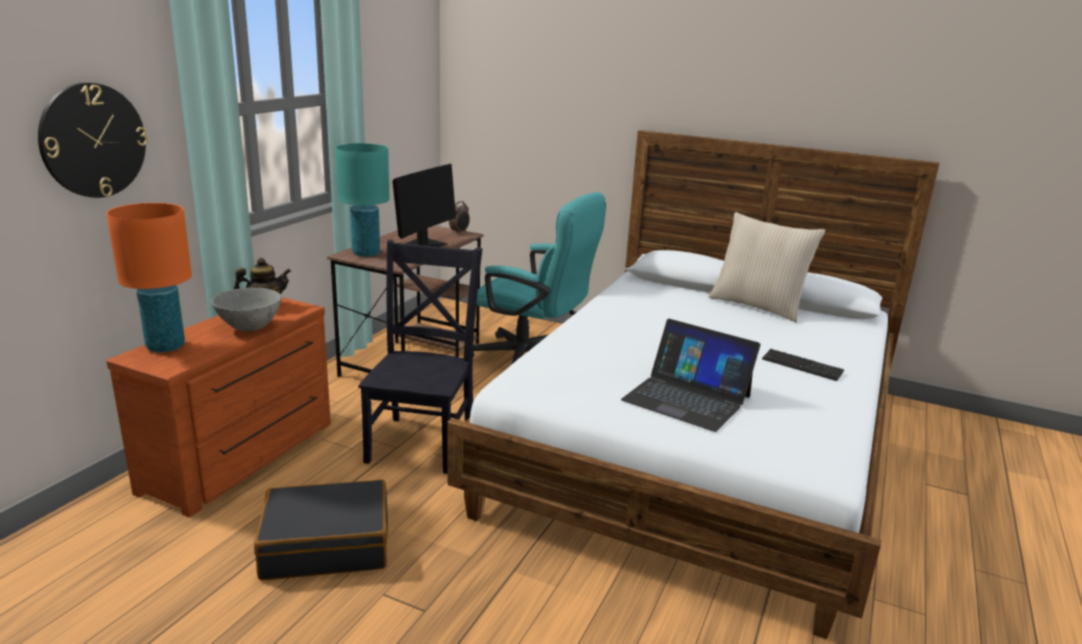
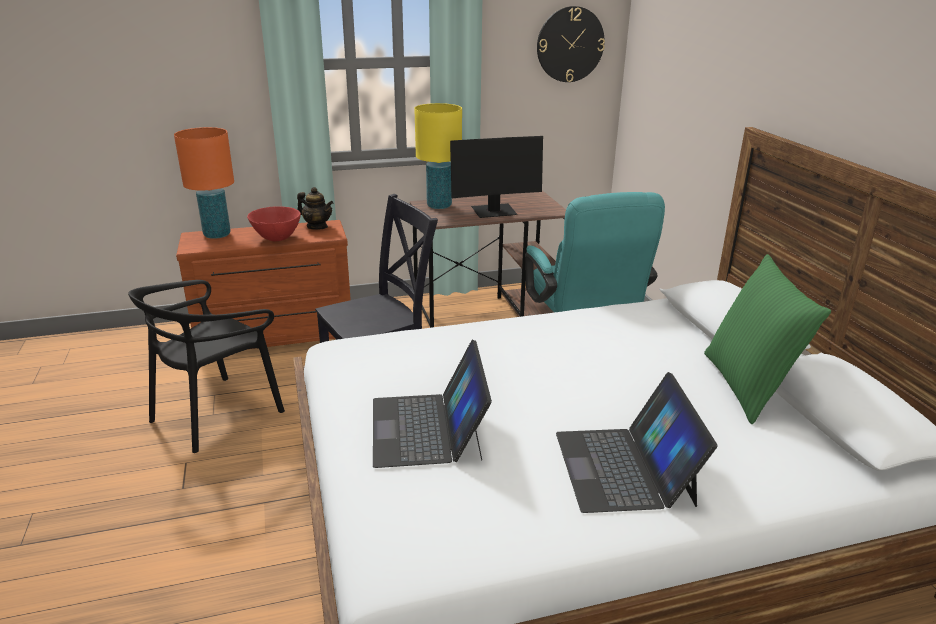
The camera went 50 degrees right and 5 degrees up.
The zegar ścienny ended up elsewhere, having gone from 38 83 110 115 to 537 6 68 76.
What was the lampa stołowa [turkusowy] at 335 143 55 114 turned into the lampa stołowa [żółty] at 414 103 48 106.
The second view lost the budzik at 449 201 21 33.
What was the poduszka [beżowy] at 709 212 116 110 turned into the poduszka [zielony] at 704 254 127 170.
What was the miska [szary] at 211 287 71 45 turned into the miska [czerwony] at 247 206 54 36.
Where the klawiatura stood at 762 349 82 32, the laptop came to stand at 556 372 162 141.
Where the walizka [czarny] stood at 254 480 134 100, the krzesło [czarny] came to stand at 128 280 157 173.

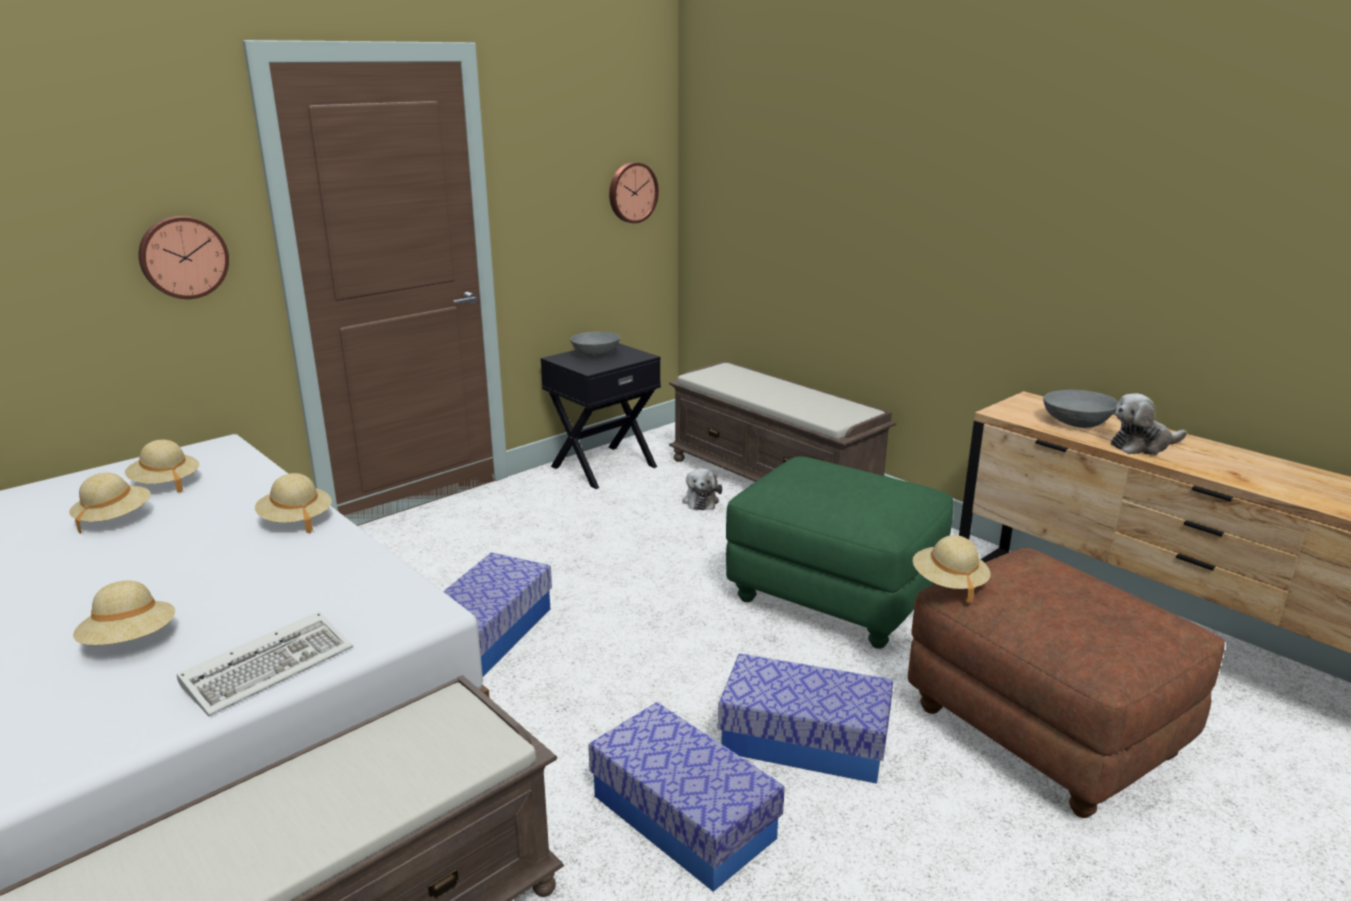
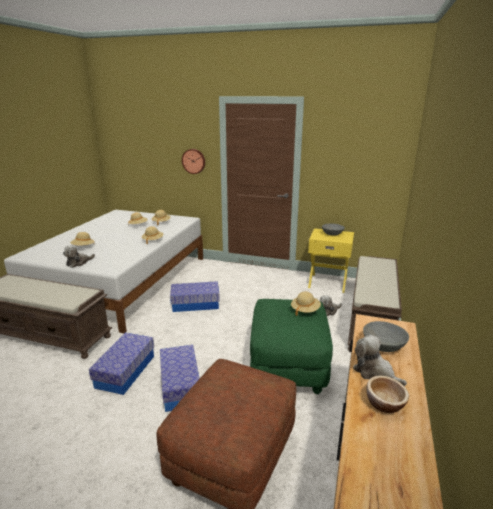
The camera went 60 degrees right and 0 degrees up.
The second view lost the zegar ścienny at 609 162 50 61.
What was the szafka nocna [czarny] at 541 343 120 146 turned into the szafka nocna [żółty] at 308 228 46 65.
The kapelusz [beżowy] ended up elsewhere, having gone from 913 535 78 68 to 291 291 30 25.
Where the klawiatura stood at 177 611 176 105, the pluszak came to stand at 63 245 32 23.
The second view gained the miska at 367 376 42 37.

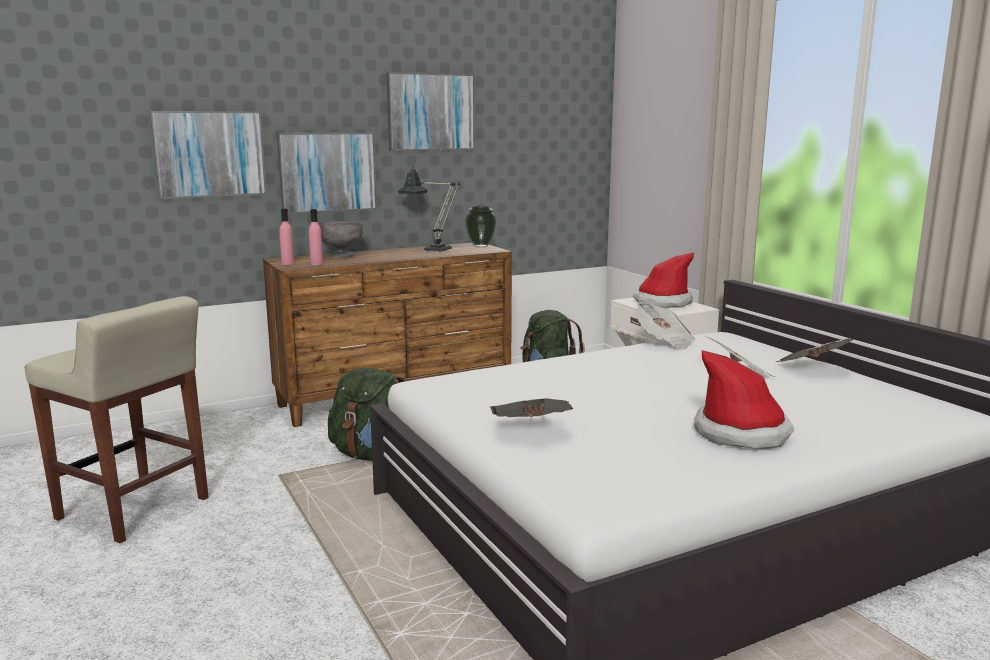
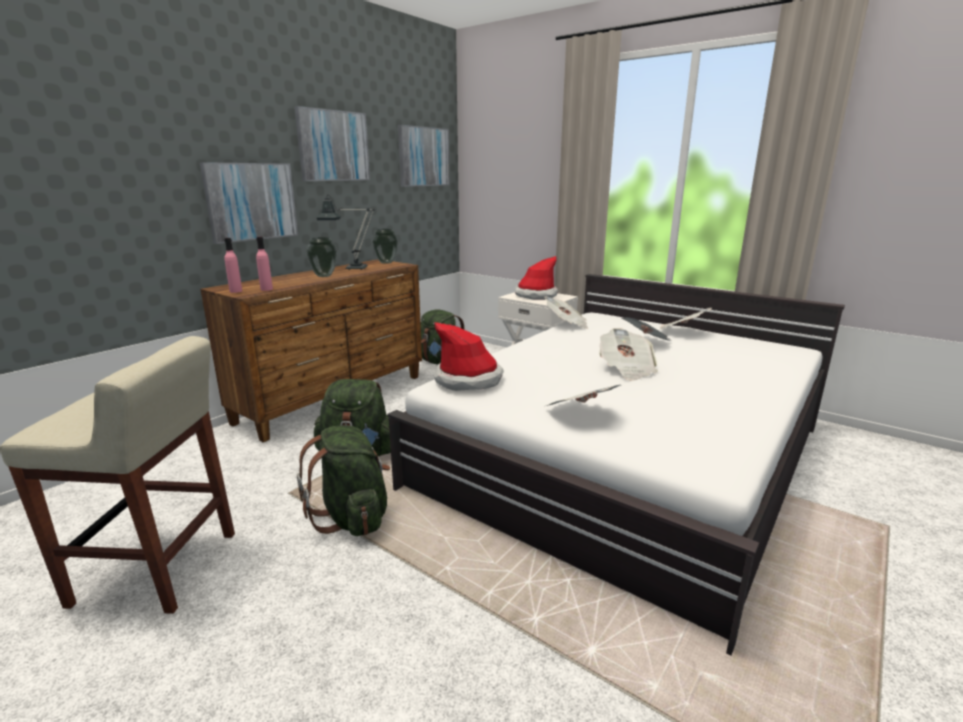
The camera went 25 degrees left and 5 degrees up.
The obraz ended up elsewhere, having gone from 150 111 117 88 to 398 125 52 62.
The second view lost the miska [szary] at 318 221 45 37.
The kapelusz ended up elsewhere, having gone from 694 350 101 99 to 434 322 70 69.
The second view gained the wazon at 306 237 31 40.
The second view gained the gazeta at 599 328 59 53.
The second view gained the plecak [zielony] at 297 425 93 111.

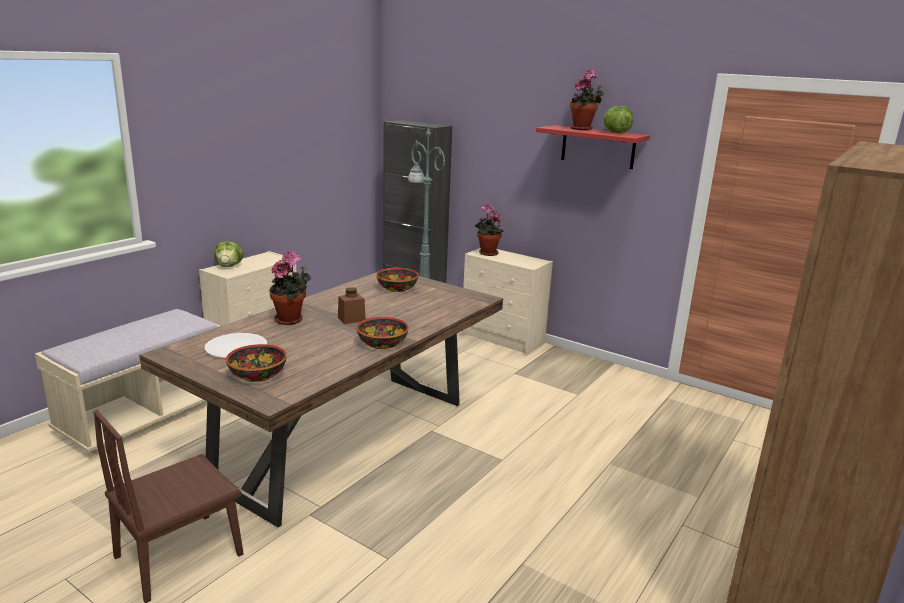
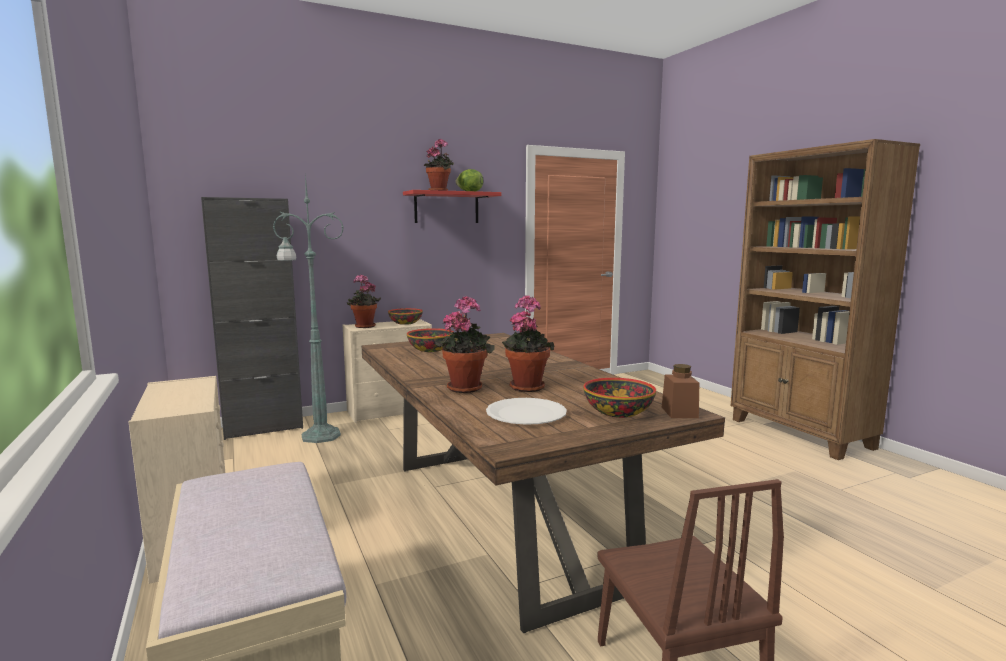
The camera went 60 degrees left and 10 degrees down.
The second view lost the sałata at 214 241 29 26.
The słoik [brązowy] ended up elsewhere, having gone from 338 287 28 37 to 662 364 37 54.
The miska ended up elsewhere, having gone from 356 317 53 32 to 388 308 35 17.
The second view gained the roślina doniczkowa at 502 295 52 97.

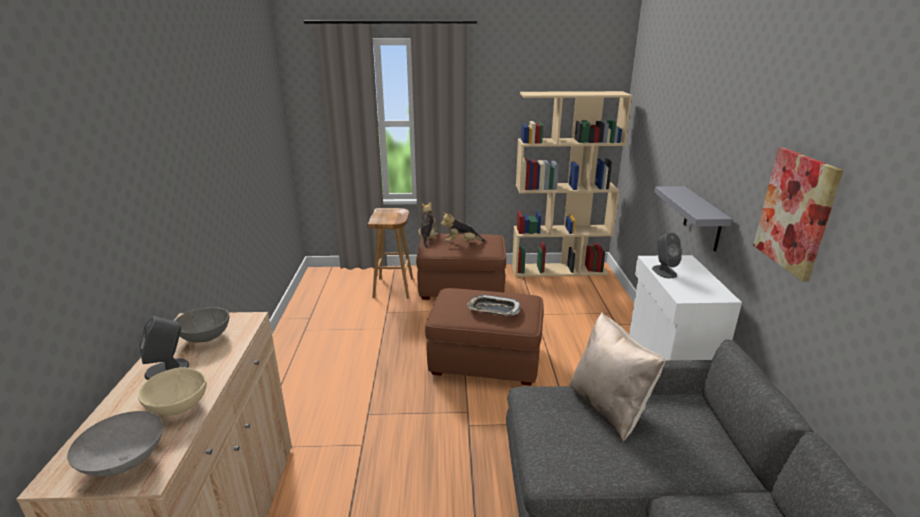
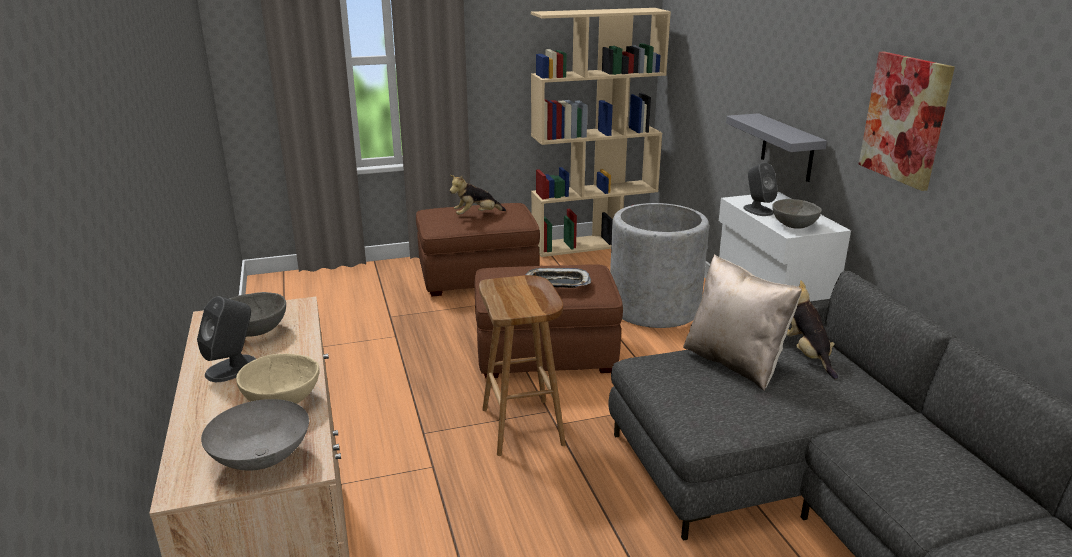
The camera went 15 degrees left and 0 degrees up.
The pluszak ended up elsewhere, having gone from 418 202 20 46 to 787 280 51 99.
The stołek [brązowy] ended up elsewhere, having gone from 367 208 46 91 to 479 275 87 181.
The second view gained the miska [szary] at 772 199 50 30.
The second view gained the donica [szary] at 610 203 99 125.

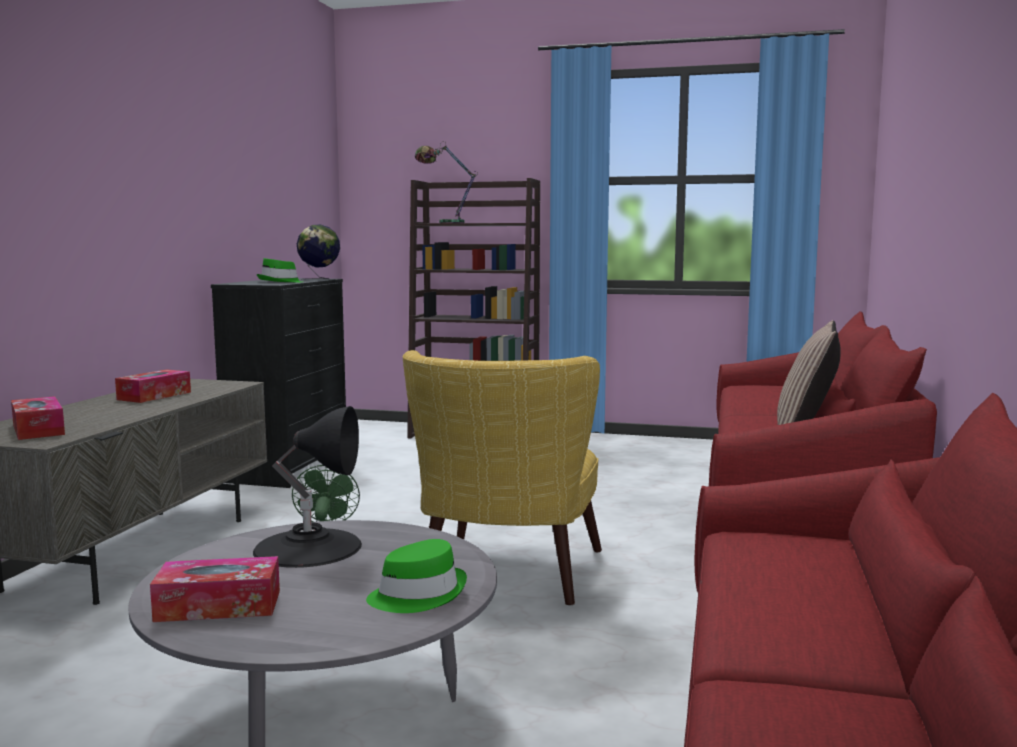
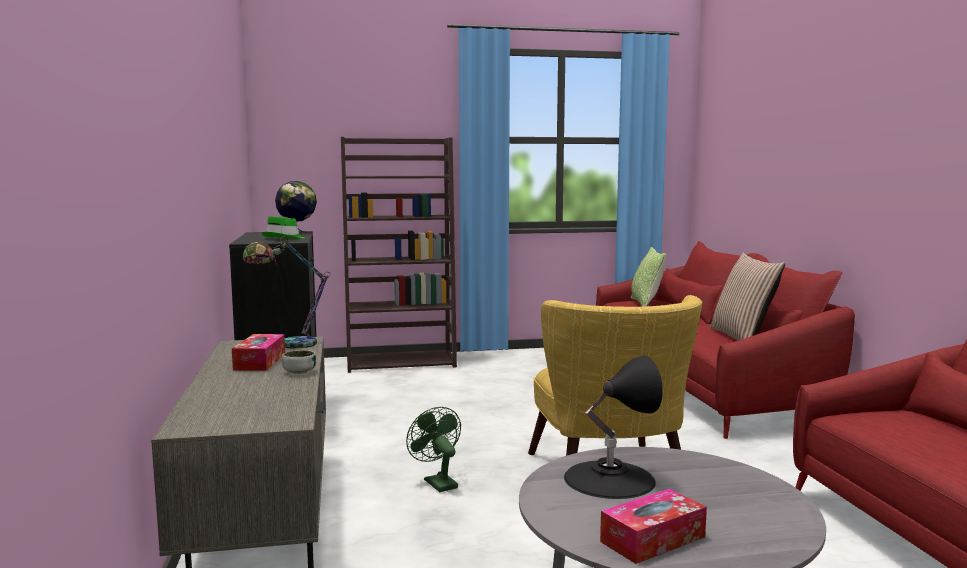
The camera went 25 degrees left and 0 degrees up.
The lampa stołowa ended up elsewhere, having gone from 415 141 63 82 to 243 236 88 113.
The second view lost the pudełko chusteczek at 11 396 54 44.
The second view lost the kapelusz [zielony] at 366 539 101 74.
The second view gained the poduszka at 631 247 35 60.
The second view gained the miska at 282 350 34 24.

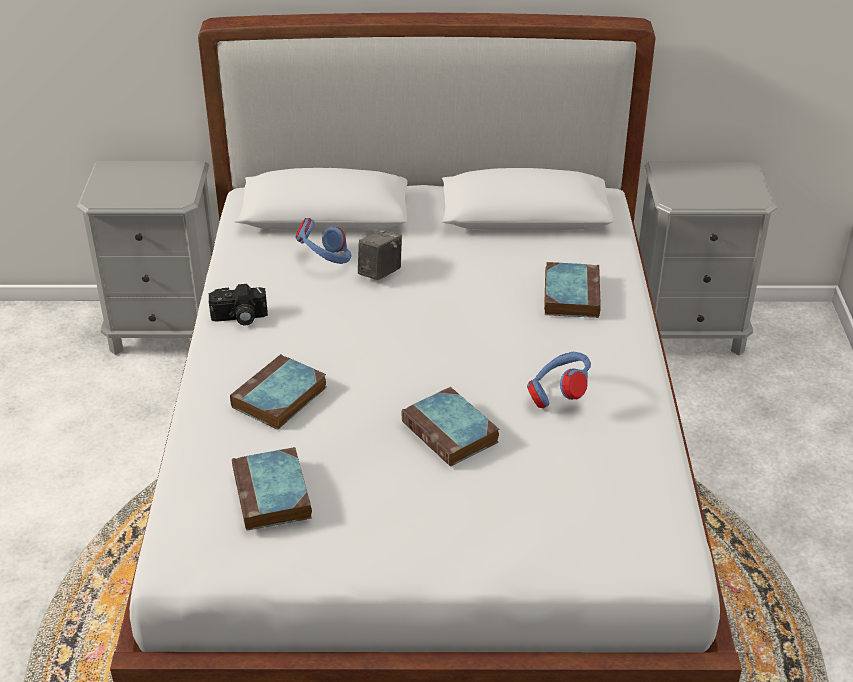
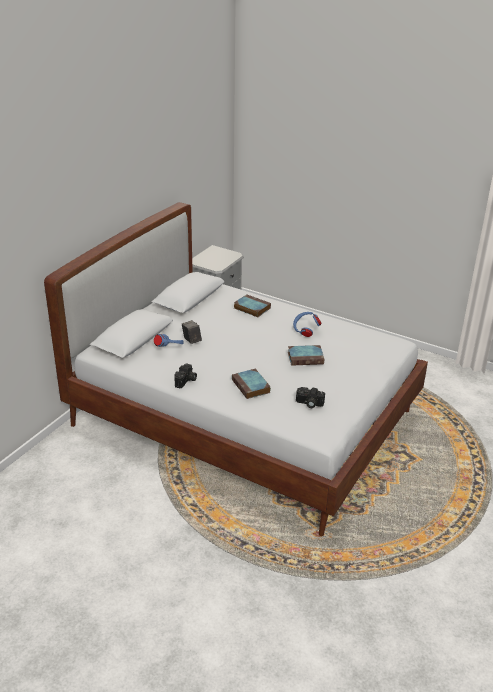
The camera went 60 degrees left and 5 degrees down.
The second view lost the szafka nocna [szary] at 77 161 138 194.
Where the książka stood at 232 447 80 84, the aparat fotograficzny came to stand at 296 387 29 21.

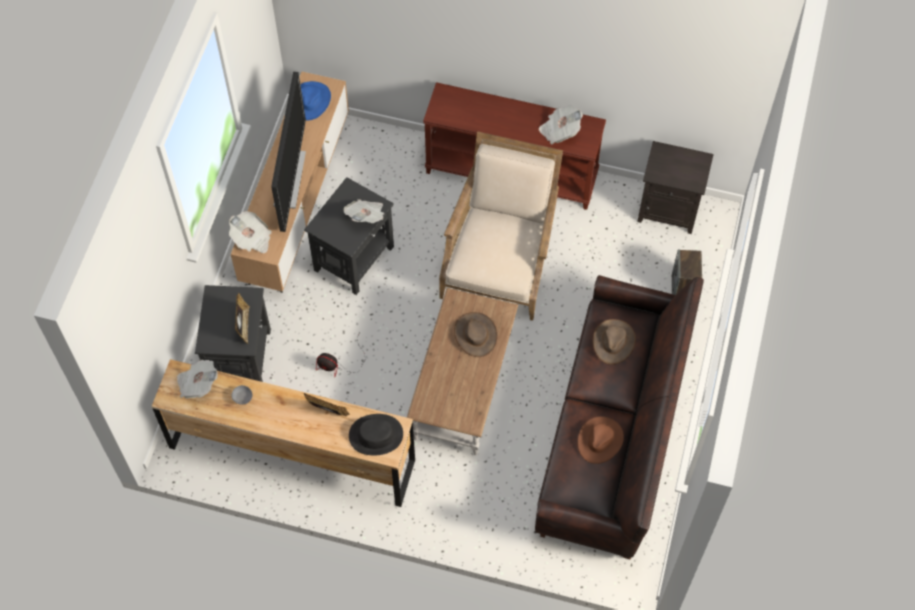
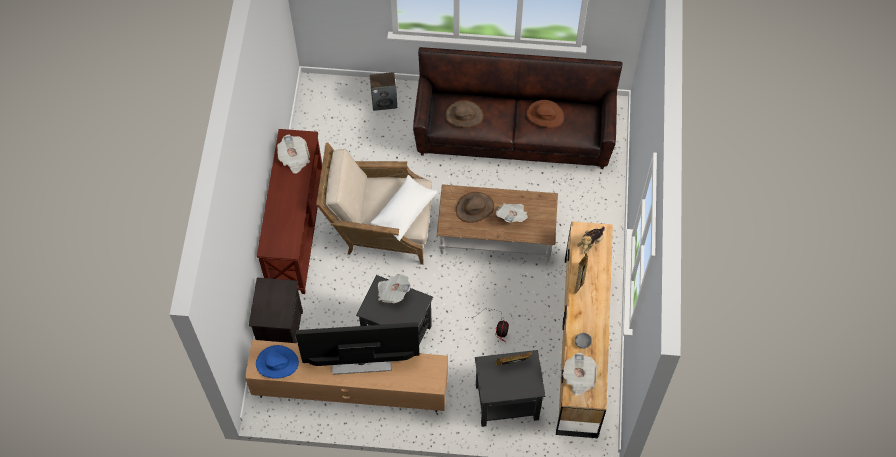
The camera went 100 degrees left and 0 degrees up.
The szafka nocna [czarny] ended up elsewhere, having gone from 637 141 77 93 to 249 278 54 65.
The gazeta ended up elsewhere, having gone from 229 211 43 42 to 496 203 32 19.
Where the kapelusz [czarny] stood at 349 414 54 41, the pluszak came to stand at 577 226 28 28.
The second view gained the poduszka [biały] at 370 175 67 66.

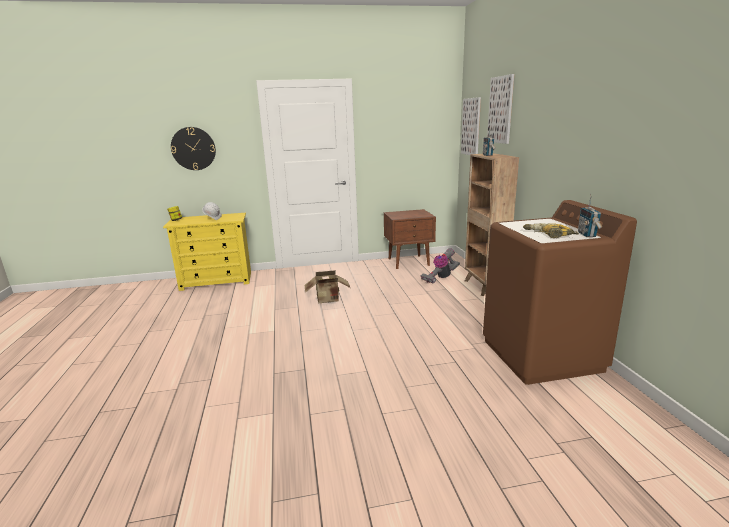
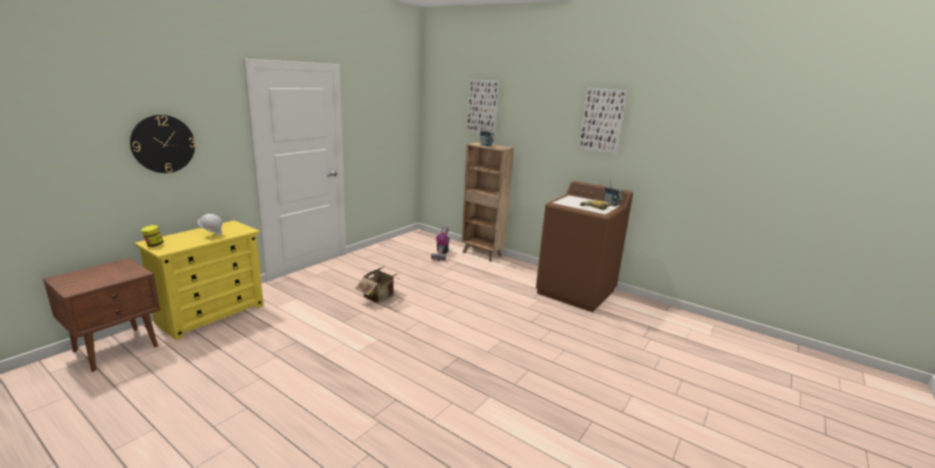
The camera went 45 degrees left and 0 degrees up.
The obraz ended up elsewhere, having gone from 461 97 20 58 to 579 88 49 66.
The szafka nocna [brązowy] ended up elsewhere, having gone from 384 209 52 60 to 43 258 117 114.

